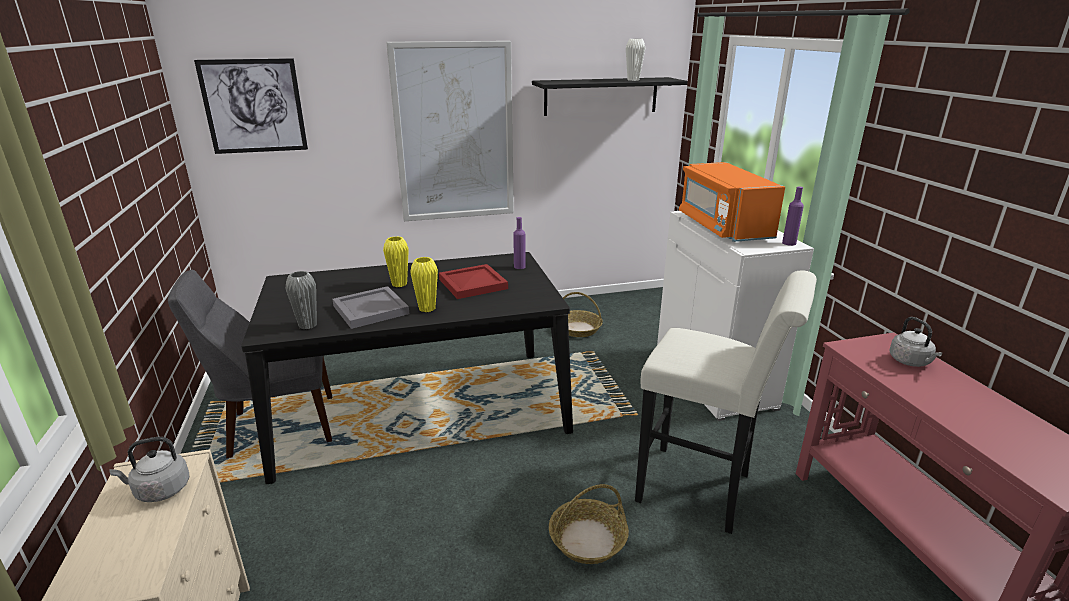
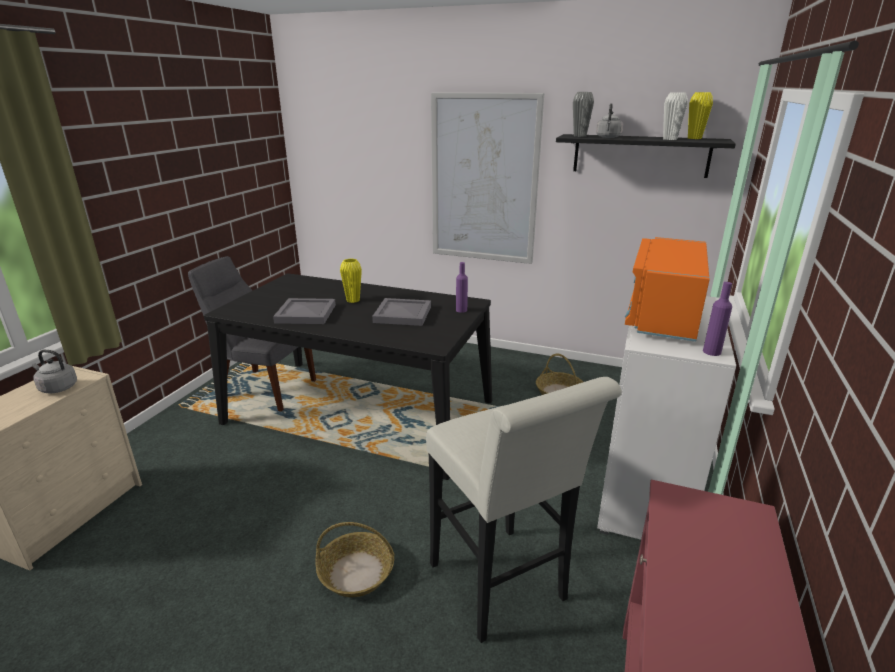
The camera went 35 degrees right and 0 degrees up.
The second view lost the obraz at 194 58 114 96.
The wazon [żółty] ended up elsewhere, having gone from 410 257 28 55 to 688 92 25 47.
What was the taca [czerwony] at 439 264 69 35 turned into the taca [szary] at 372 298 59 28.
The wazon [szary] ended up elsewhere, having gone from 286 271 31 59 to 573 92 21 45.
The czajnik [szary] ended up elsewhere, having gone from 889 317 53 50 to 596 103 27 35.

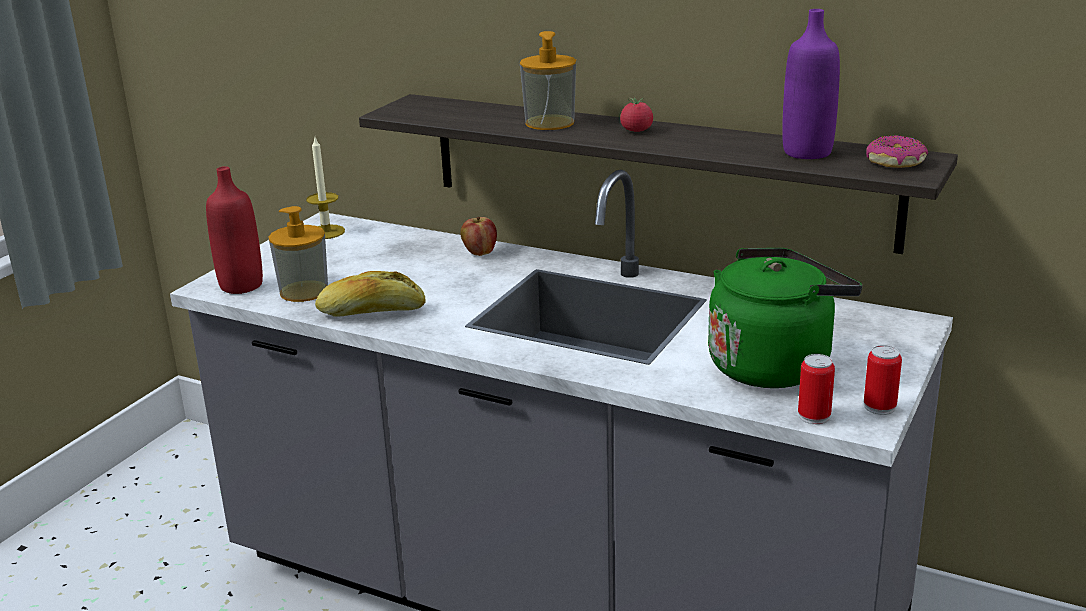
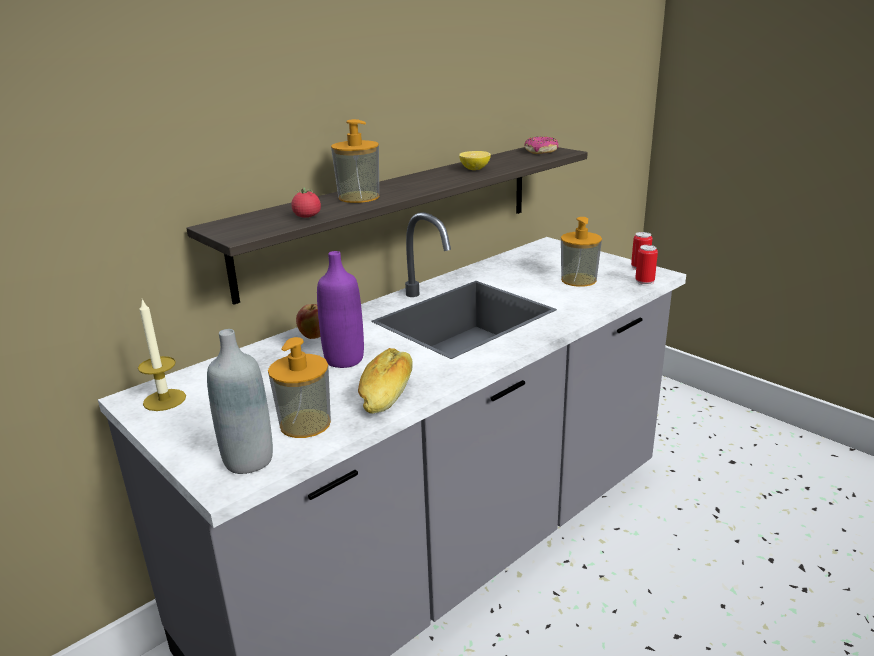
The camera went 70 degrees left and 0 degrees up.
The butelka [fioletowy] ended up elsewhere, having gone from 782 9 58 150 to 317 251 47 117.
The pomidor ended up elsewhere, having gone from 620 97 33 35 to 291 187 30 31.
What was the butelka [czerwony] at 206 166 57 128 turned into the butelka [szary] at 207 329 66 145.
Where the czajnik [zielony] stood at 708 248 154 140, the dozownik mydła came to stand at 561 217 41 70.
The second view gained the cytryna at 459 151 32 19.

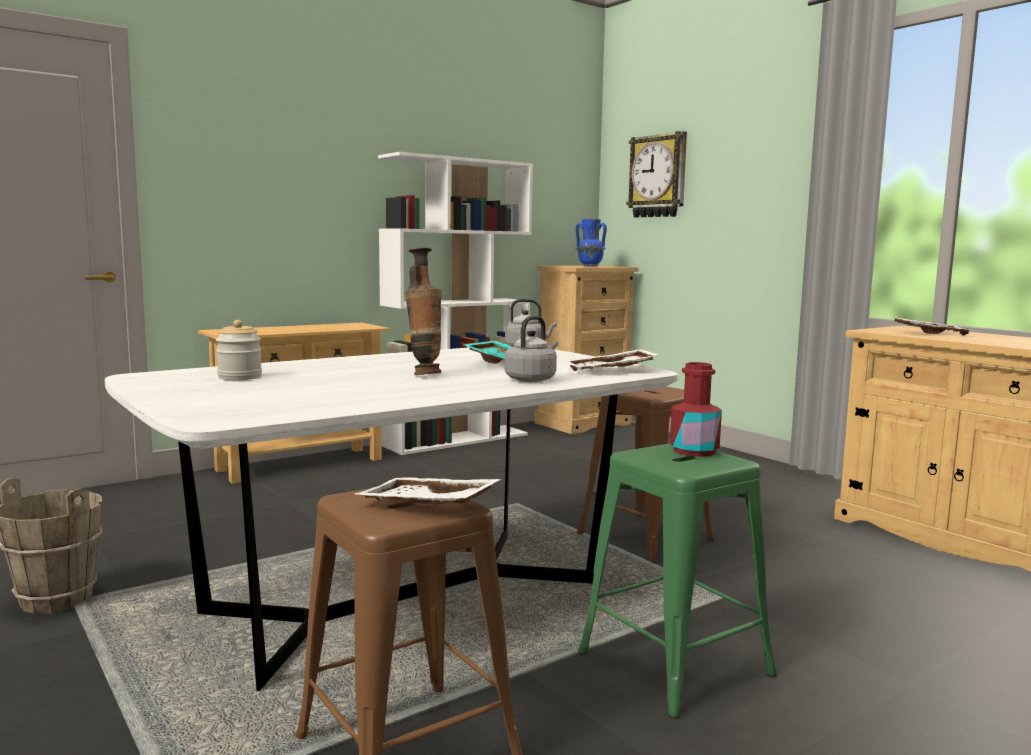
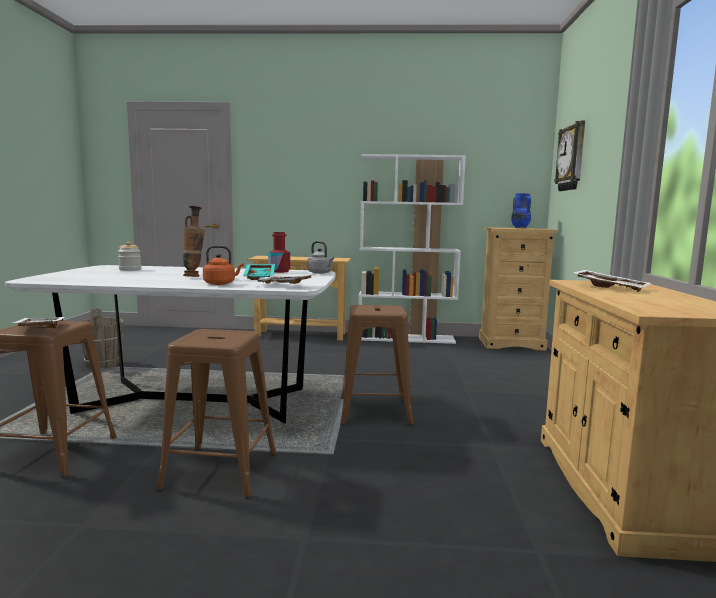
The camera went 40 degrees right and 0 degrees up.
What was the czajnik [szary] at 505 316 53 66 turned into the czajnik [pomarańczowy] at 203 245 41 40.
The butelka [czerwony] ended up elsewhere, having gone from 670 362 52 95 to 268 232 22 41.
What was the stołek [zielony] at 578 443 199 276 turned into the stołek [brązowy] at 156 329 121 170.

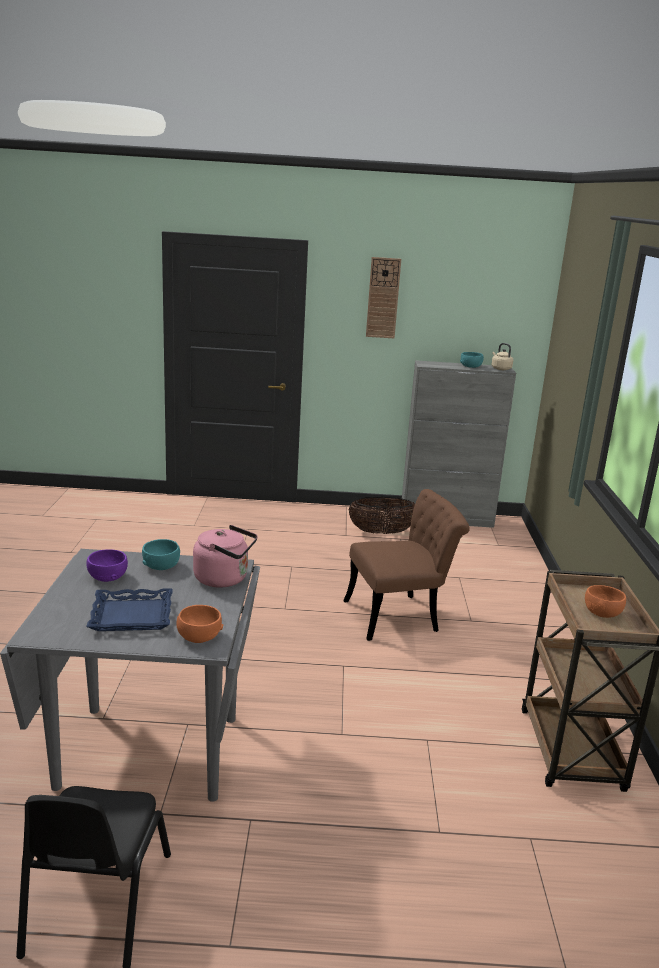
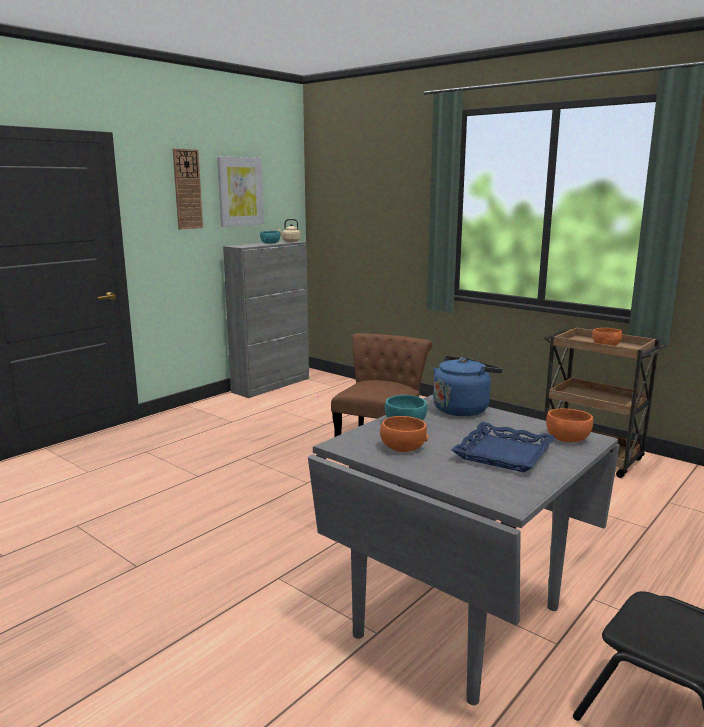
The camera went 50 degrees left and 5 degrees down.
The second view lost the koszyk at 349 497 66 37.
What was the czajnik [różowy] at 193 525 65 63 turned into the czajnik [niebieski] at 433 356 70 60.
What was the miska [fioletowy] at 86 549 42 33 turned into the miska [pomarańczowy] at 380 416 48 36.
The second view gained the obraz at 217 156 47 71.

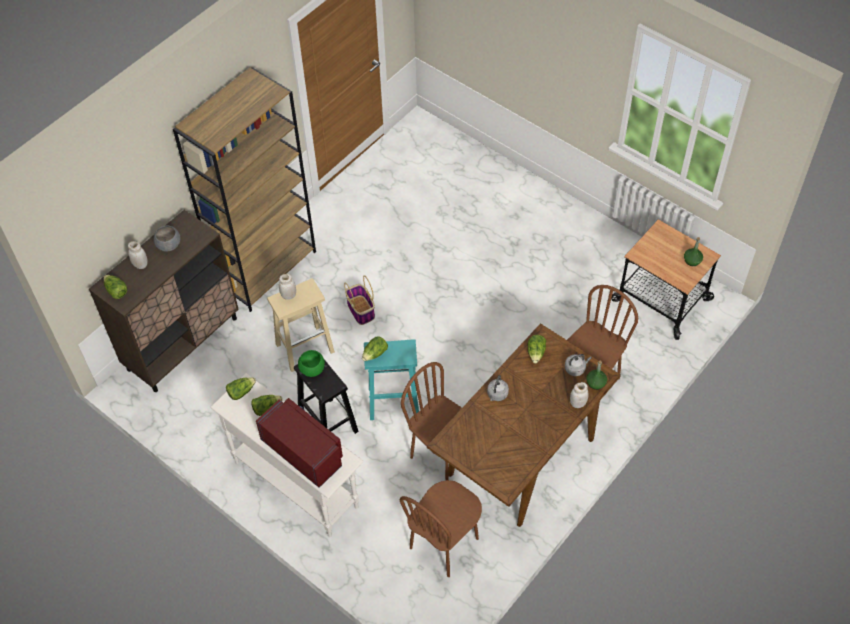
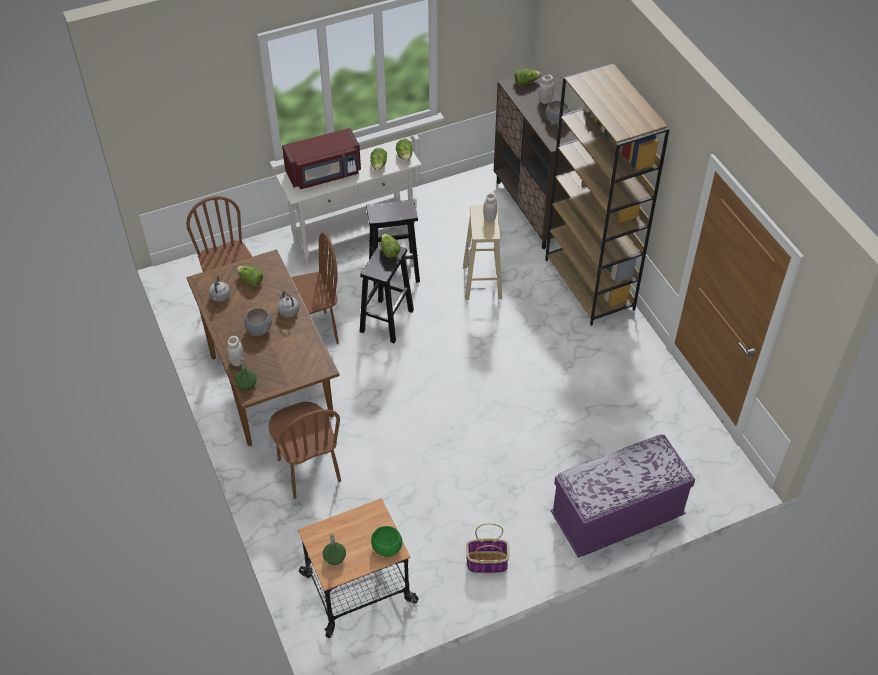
The camera went 115 degrees right and 5 degrees down.
The koszyk ended up elsewhere, having gone from 344 275 31 50 to 466 523 44 50.
The sałata ended up elsewhere, having gone from 528 335 18 29 to 236 266 27 20.
What was the stołek [turkusowy] at 364 339 55 81 turned into the stołek [czarny] at 360 242 54 101.
The miska [zielony] ended up elsewhere, having gone from 298 350 27 27 to 371 526 31 31.
The czajnik [szary] ended up elsewhere, having gone from 565 354 27 22 to 209 276 21 26.
The second view gained the miska [szary] at 244 308 28 28.
The second view gained the ławka [fioletowy] at 551 434 144 124.

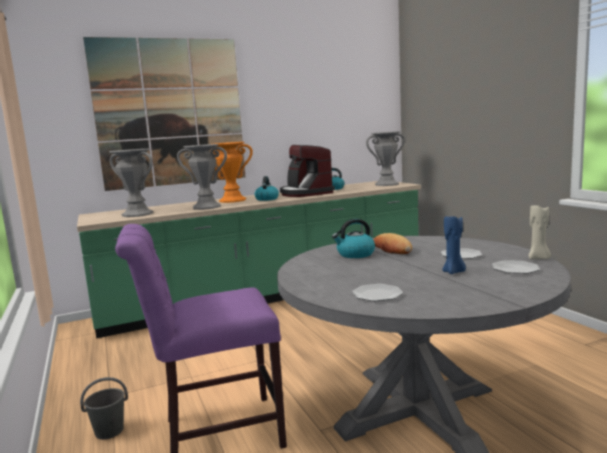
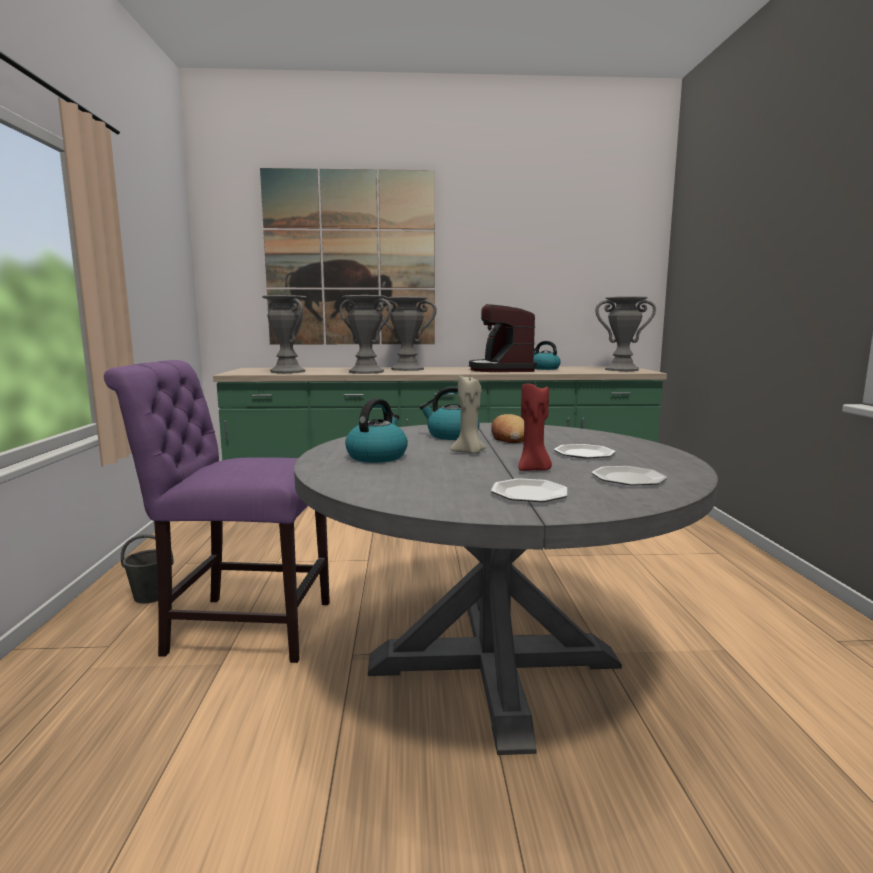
The camera went 20 degrees right and 0 degrees up.
What was the wazon [pomarańczowy] at 213 142 40 61 turned into the wazon [szary] at 378 296 59 75.
The czajnik ended up elsewhere, having gone from 255 176 24 25 to 345 398 63 65.
The świeca [beżowy] ended up elsewhere, having gone from 528 205 23 55 to 450 376 36 78.
What was the świeca [niebieski] at 442 216 24 58 turned into the świeca [czerwony] at 518 383 34 88.
The talerz ended up elsewhere, having gone from 352 284 51 17 to 491 478 77 24.

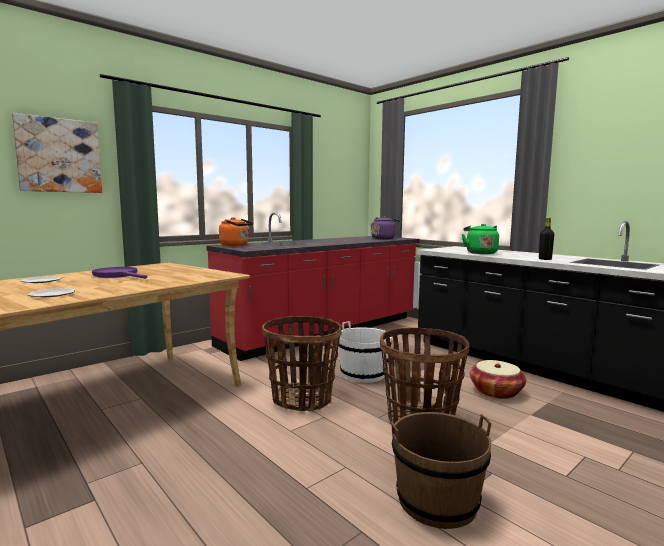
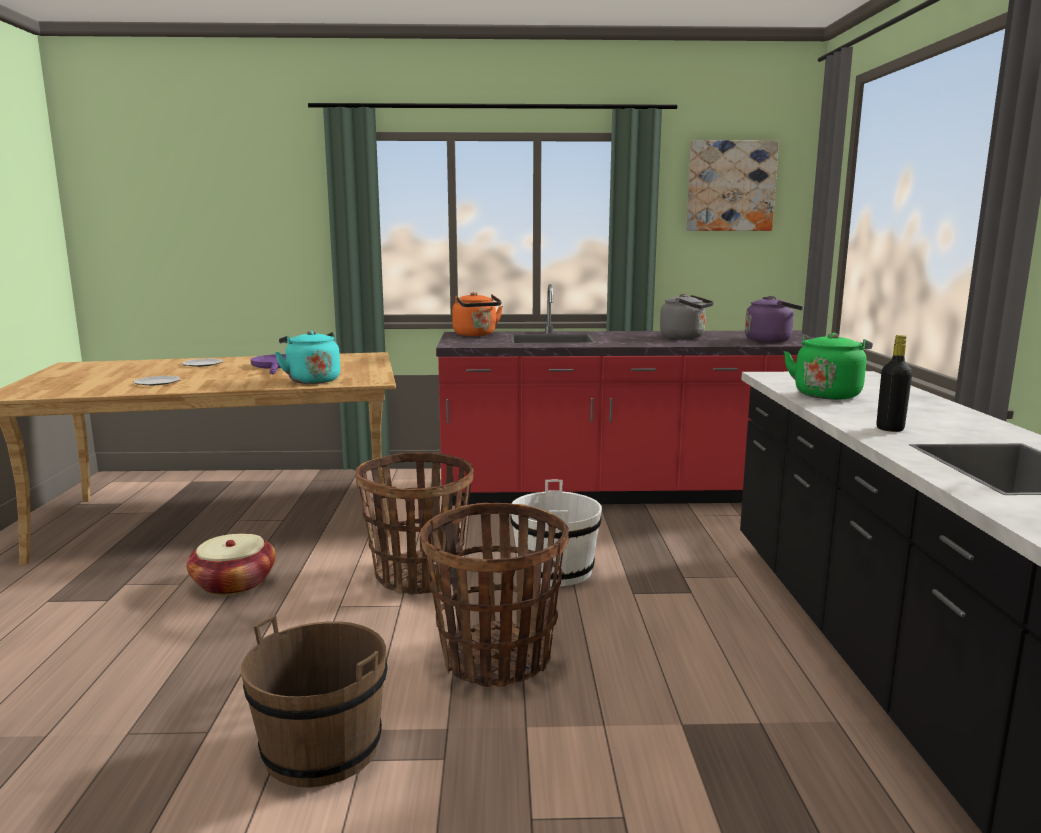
The camera went 40 degrees right and 5 degrees up.
The obraz ended up elsewhere, having gone from 12 113 90 80 to 686 140 93 91.
The koszyk ended up elsewhere, having gone from 470 360 56 39 to 186 534 90 61.
The second view gained the czajnik [szary] at 660 294 54 45.
The second view gained the czajnik [turkusowy] at 275 330 65 54.

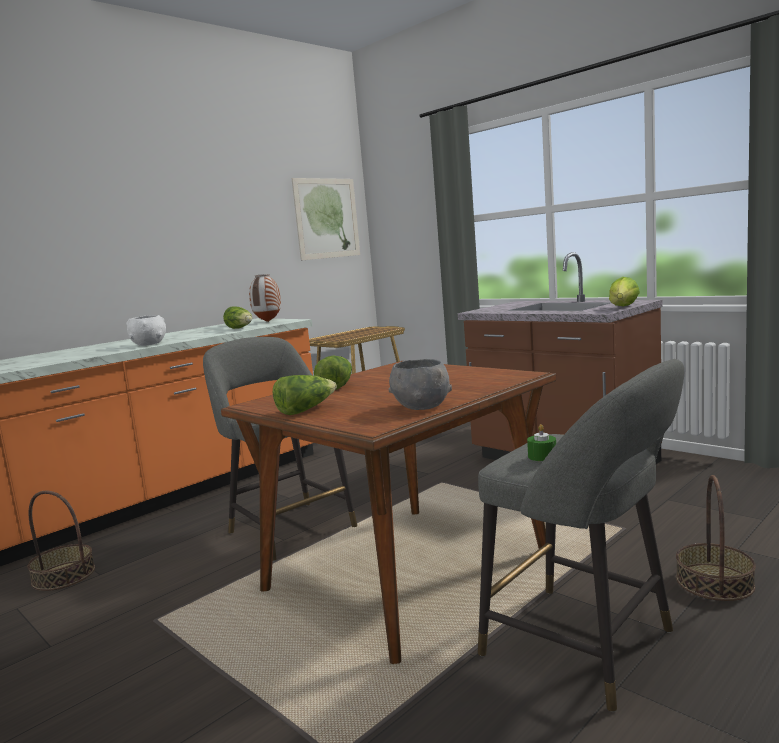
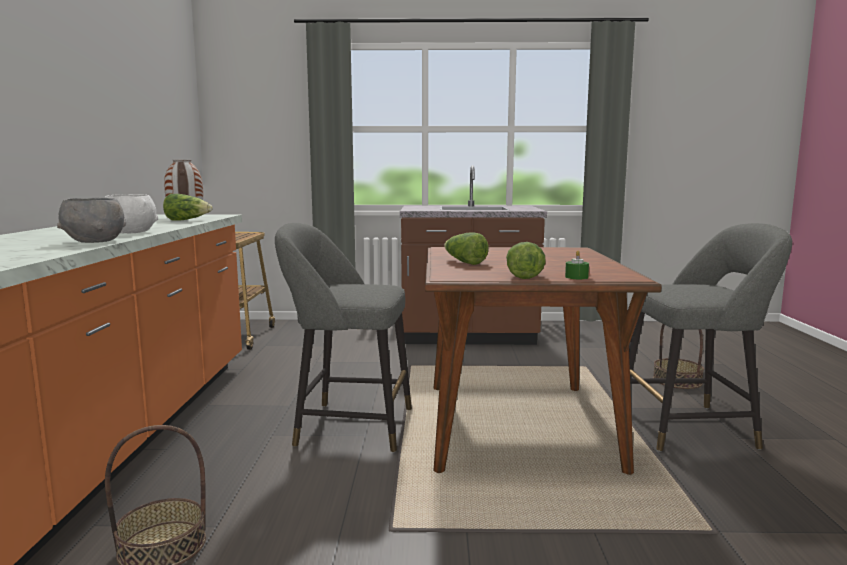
The camera went 45 degrees left and 0 degrees up.
The second view lost the obraz at 292 178 68 83.
The second view lost the sałata at 609 277 31 29.
The miska [szary] ended up elsewhere, having gone from 389 359 63 51 to 57 198 69 45.
The świeca [zielony] ended up elsewhere, having gone from 527 424 29 37 to 565 251 24 28.

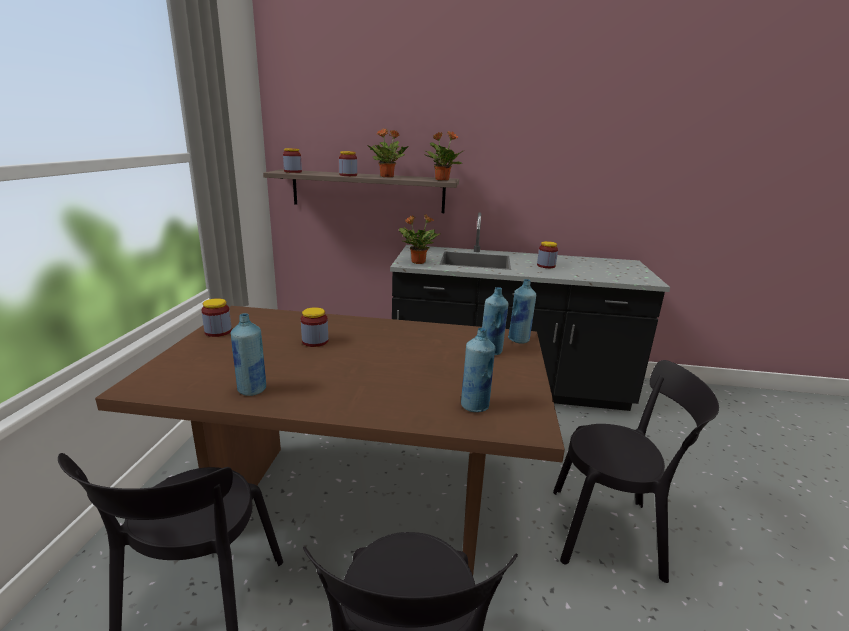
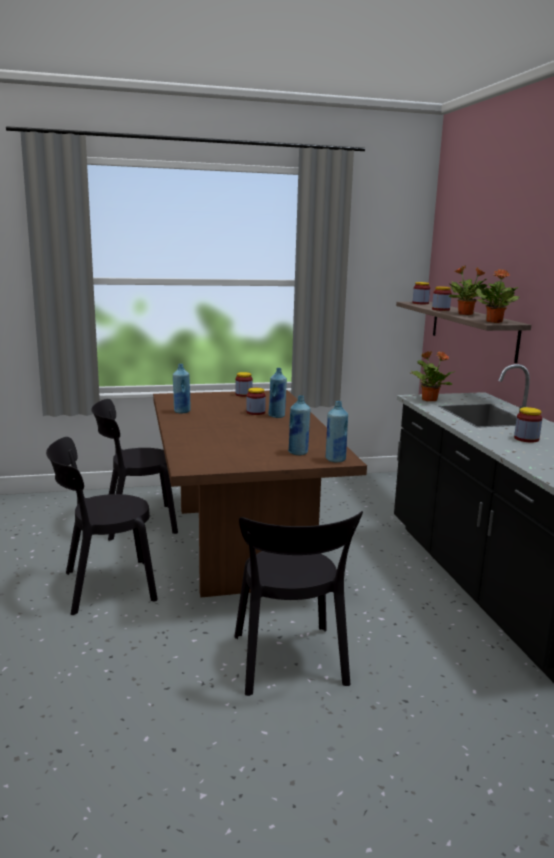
The camera went 70 degrees right and 5 degrees down.
The butelka [niebieski] ended up elsewhere, having gone from 461 328 34 84 to 268 368 19 50.

